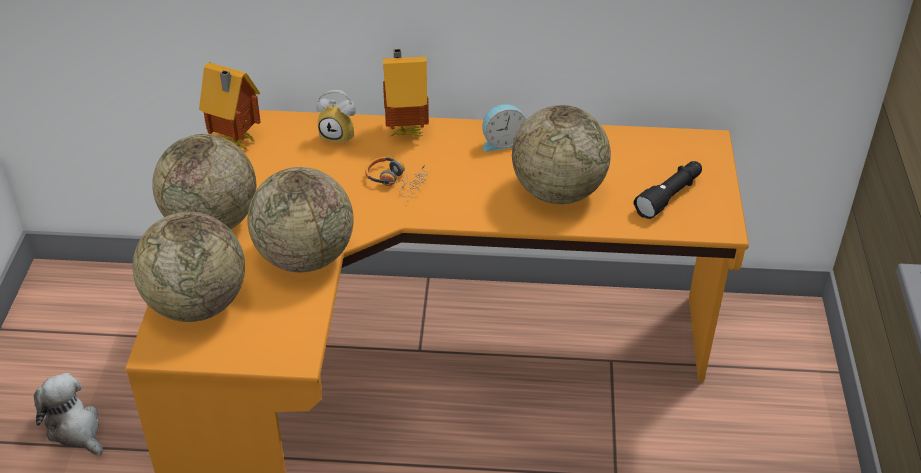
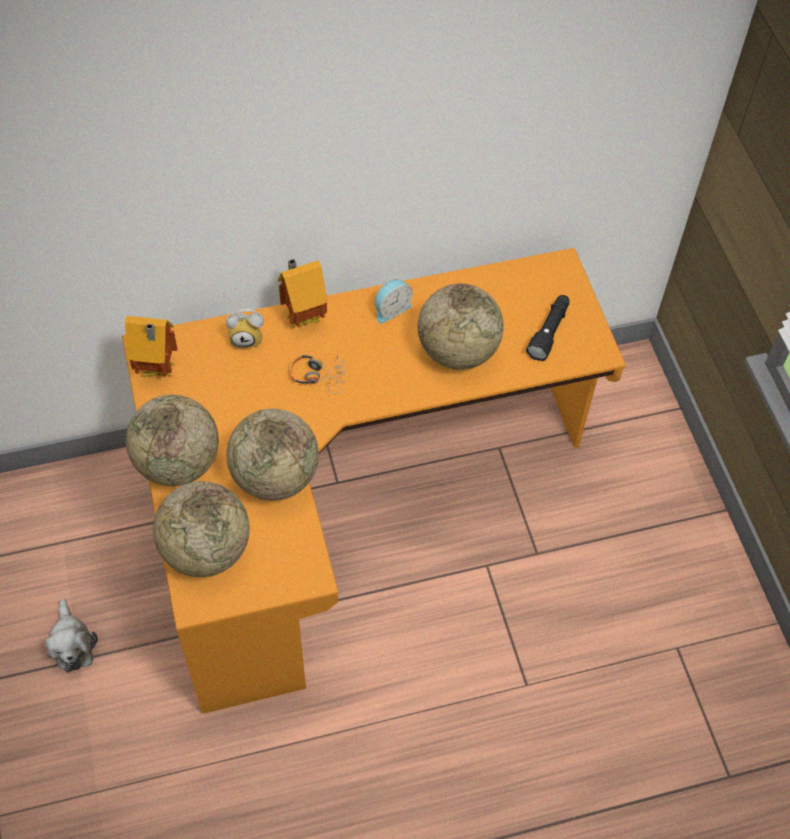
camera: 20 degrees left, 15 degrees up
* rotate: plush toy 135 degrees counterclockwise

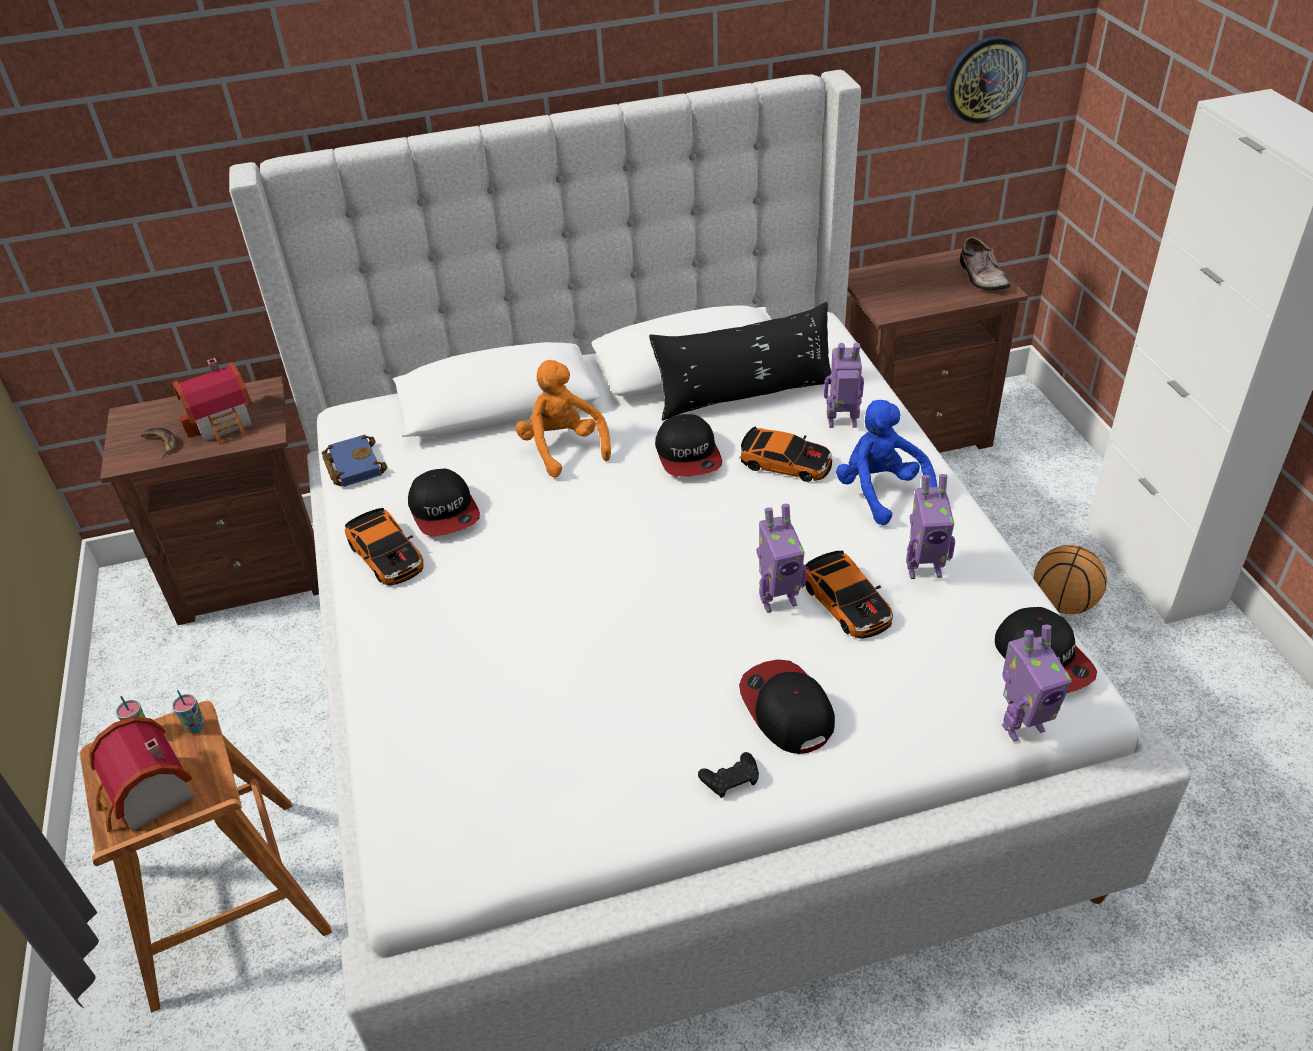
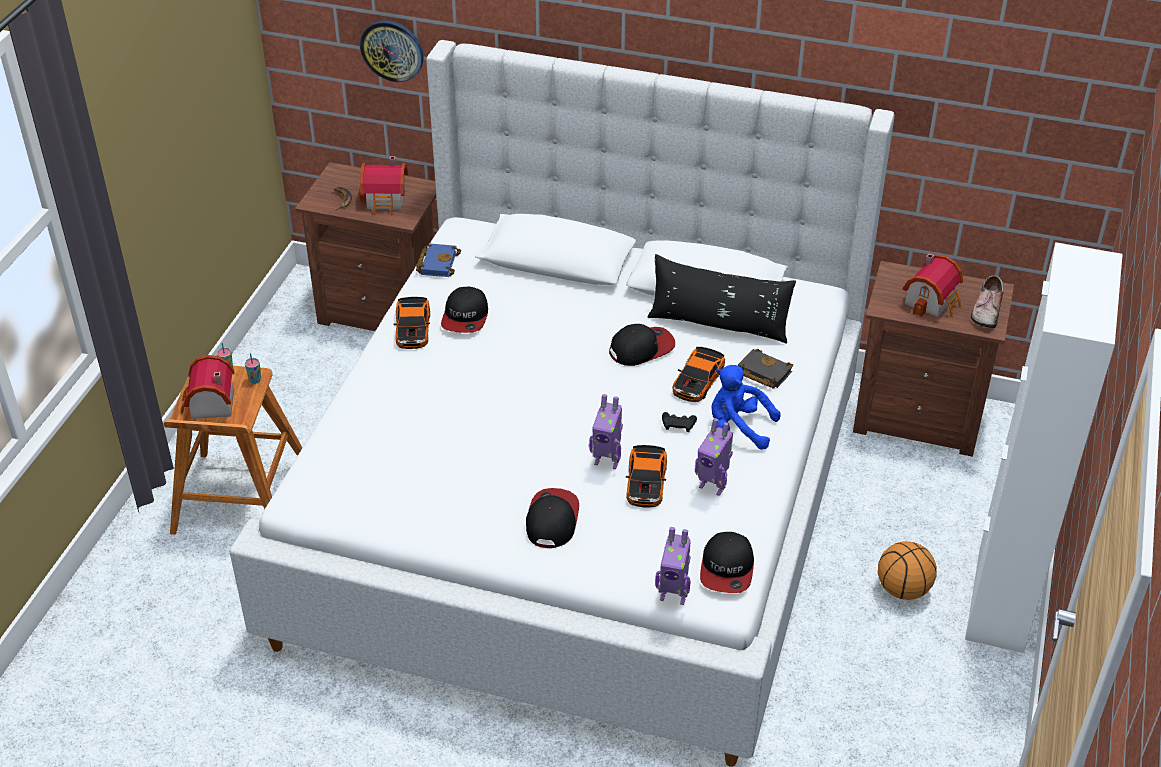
camera: 30 degrees right, 0 degrees up
* delete: plush toy in orange
* rotate: baseball cap (2nd from left in the first image) 135 degrees counterclockwise
* move: joypad in blackish
* rotate: model car (2nd from left in the first image) 60 degrees clockwise
* replace: toy robot (2nd from left) to bound book in blackish
* rotate: plush toy in blue-coloured 75 degrees counterclockwise
* move: wall clock
* insert: model house (3rd from left)

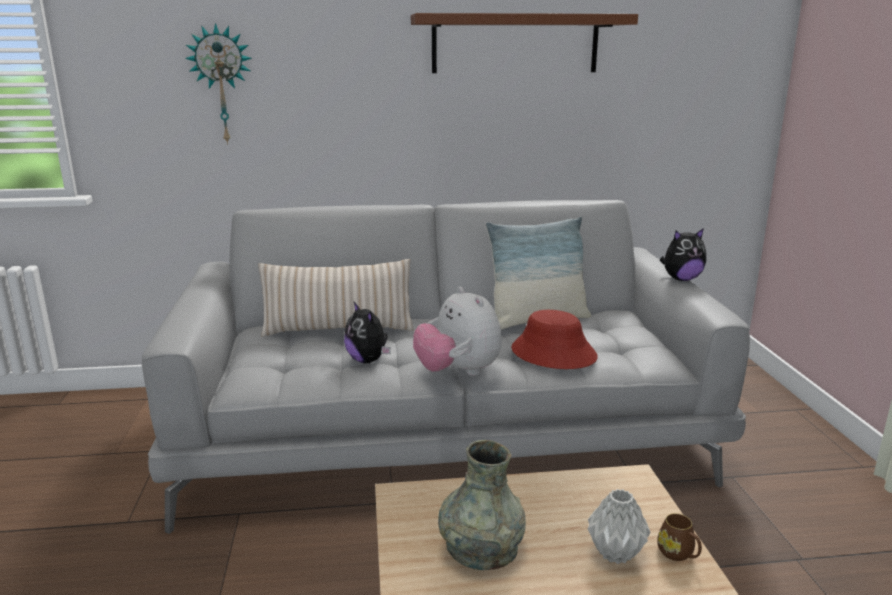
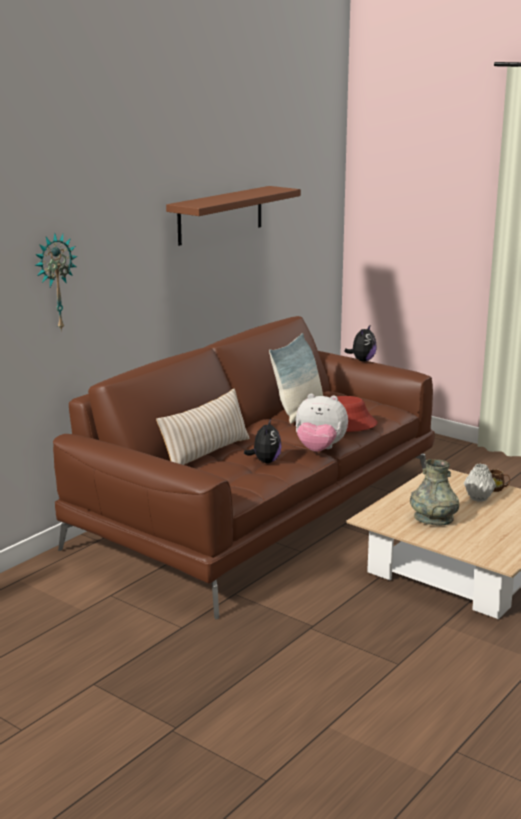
camera: 45 degrees left, 0 degrees up
* recolor: sofa in greyish to sofa in brown-coloured
* rotate: plush toy (1st from left) 90 degrees counterclockwise

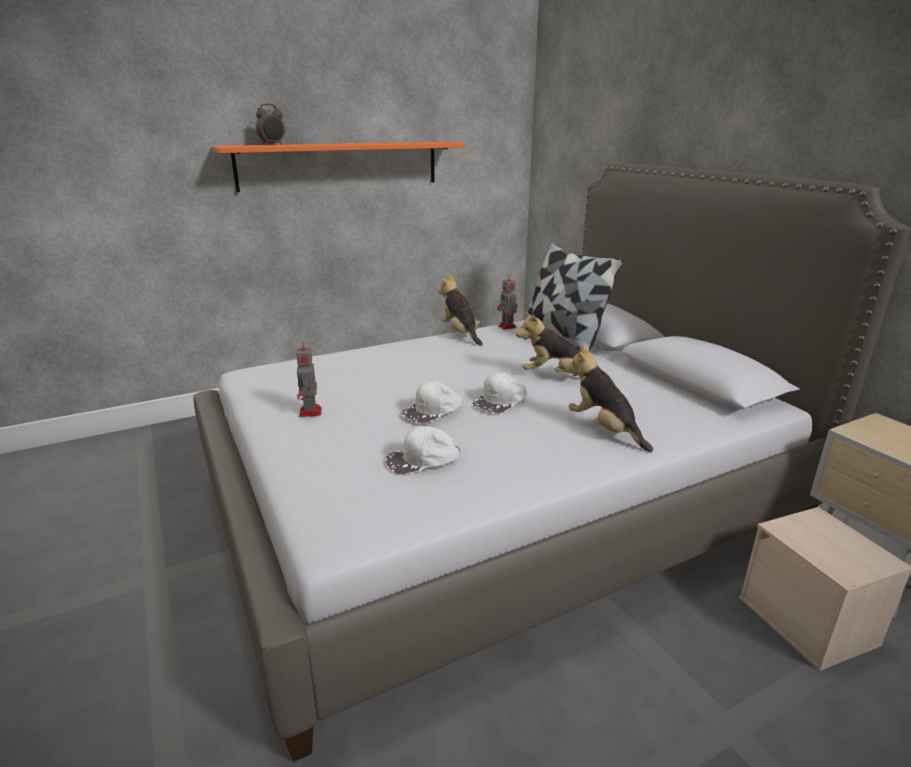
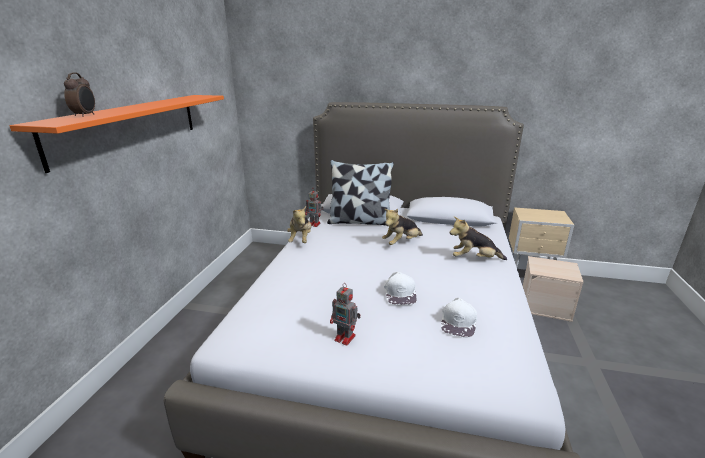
camera: 50 degrees left, 0 degrees up
* rotate: plush toy (1st from left) 105 degrees counterclockwise
* delete: baseball cap in white (3rd from left)

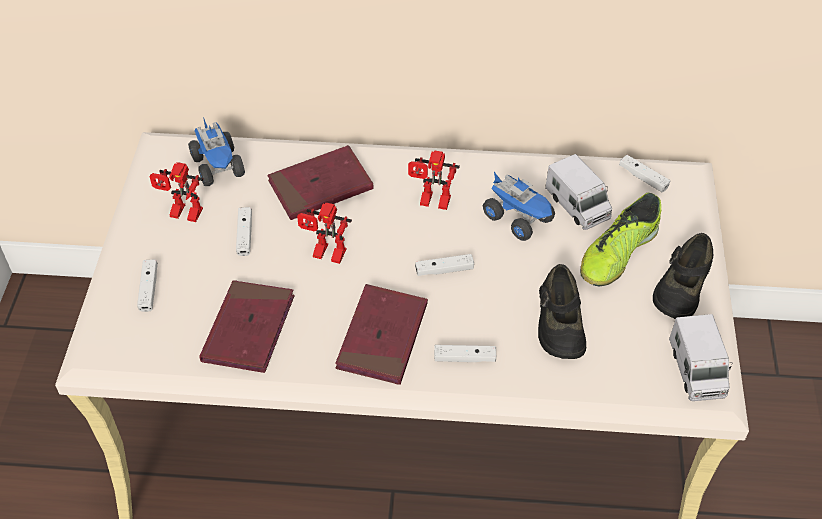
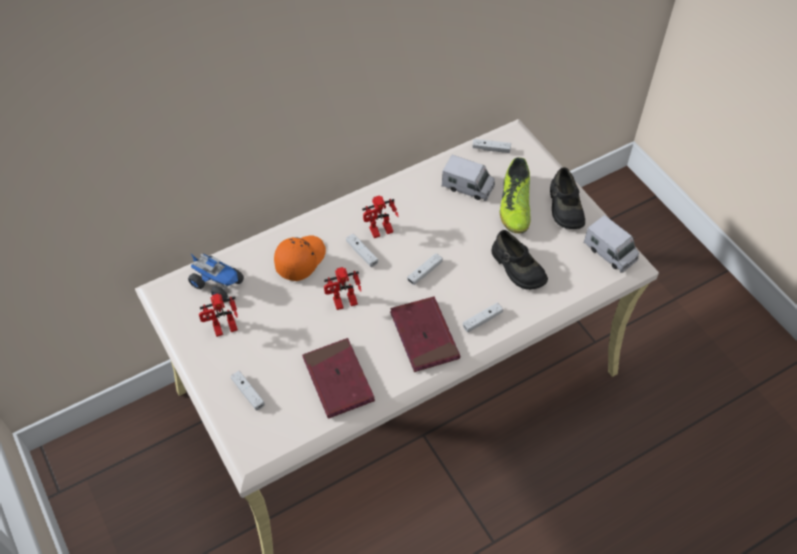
camera: 35 degrees left, 5 degrees up
* move: joypad in white (2nd from left)
* replace: bound book in reddish (2nd from left) to baseball cap in orange
* delete: toy lorry (2nd from left)

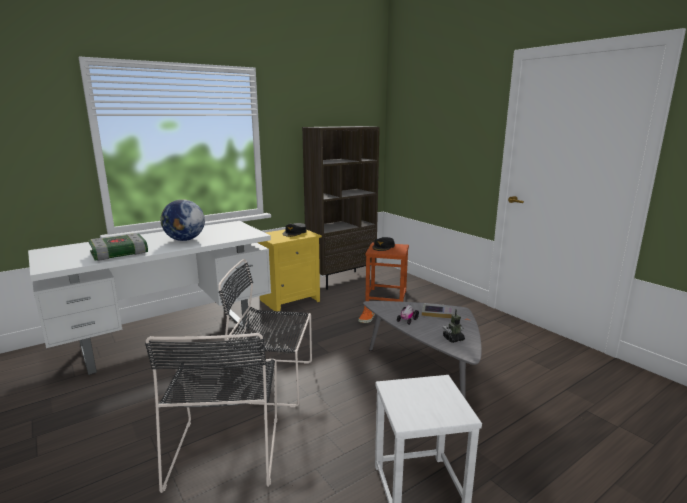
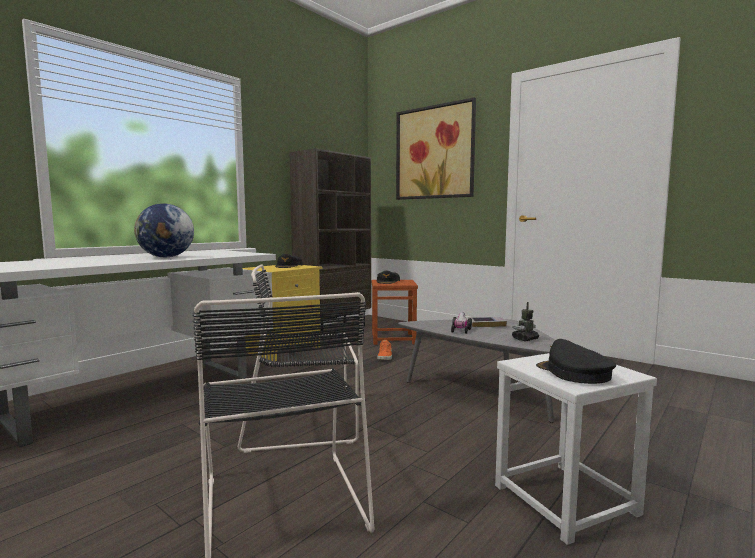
camera: 15 degrees left, 10 degrees down
* delete: bound book (1st from left)
* insert: wall picture
* insert: baseball cap in blackish (3rd from left)

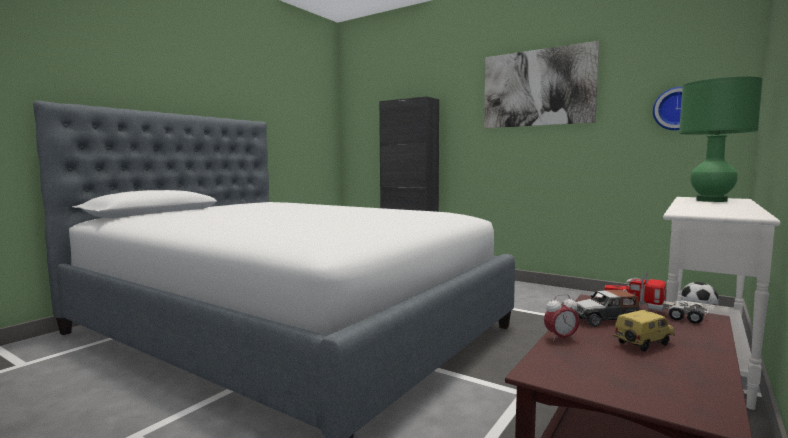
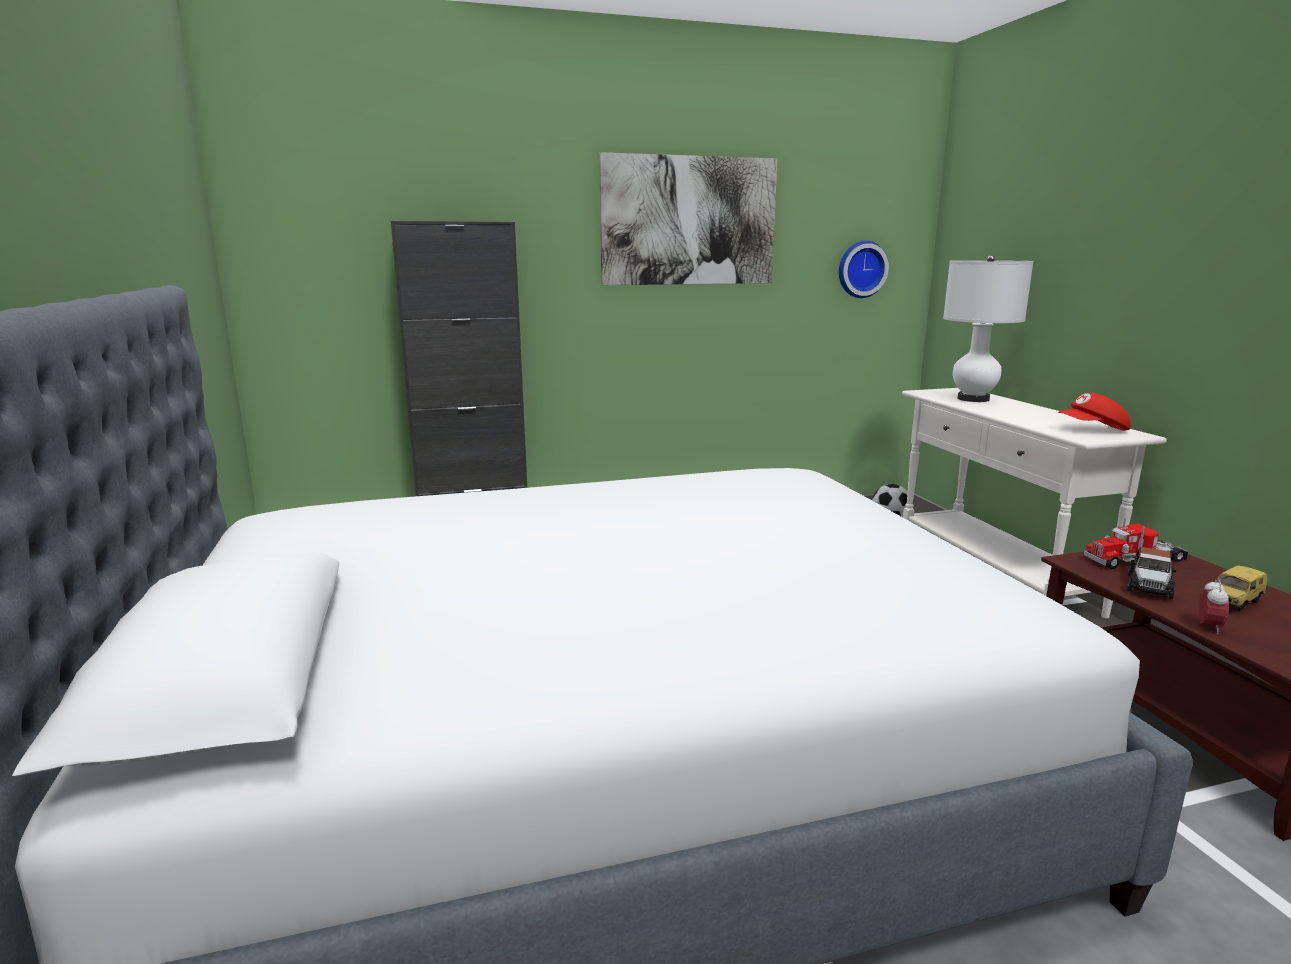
camera: 50 degrees left, 10 degrees up
* rotate: model car (2nd from left) 135 degrees counterclockwise
* recolor: tabletop lamp in green-coloured to tabletop lamp in white
* insert: baseball cap in reddish

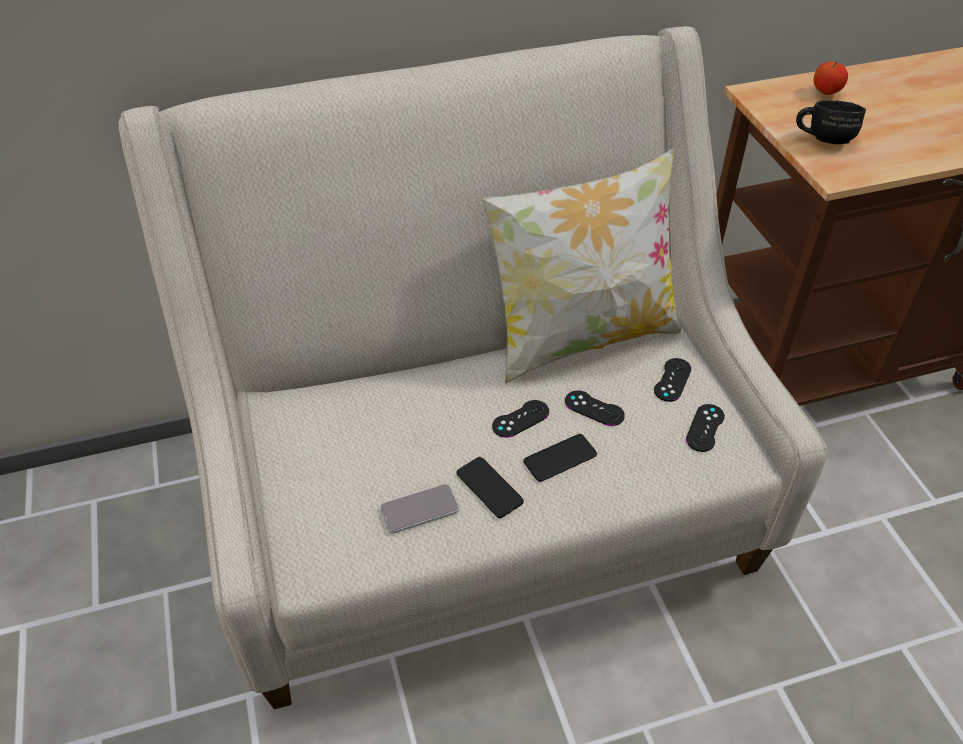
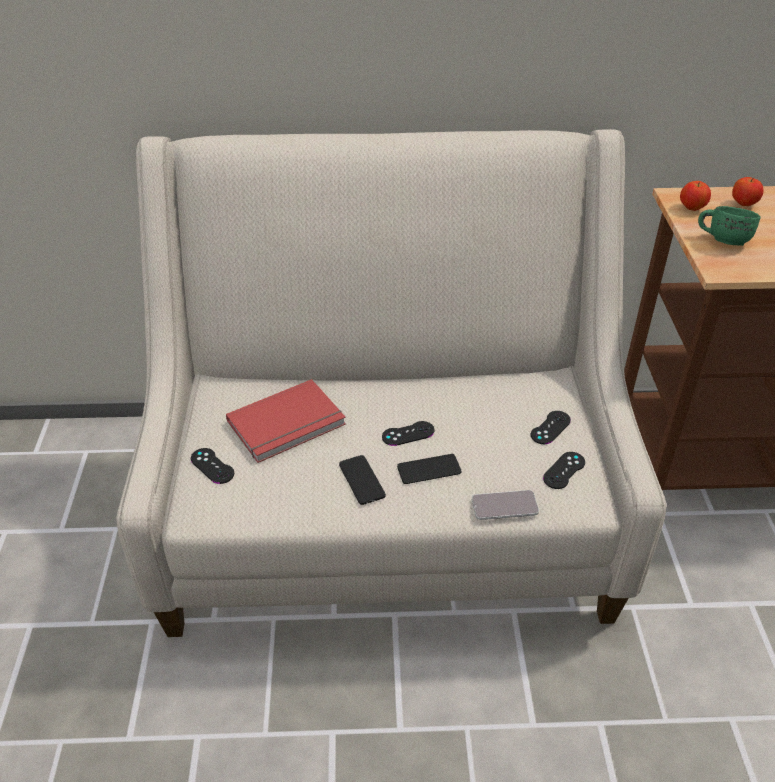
camera: 15 degrees right, 5 degrees down
* move: phone (1st from left in the first image) to phone (3rd from left)
* delete: throw pillow
* move: joypad in blackish (2nd from left in the first image) to joypad in blackish (1st from left)
* recolor: coffee mug in blackish to coffee mug in green-coloured
* insert: bound book in reddish
* insert: apple (1st from left)

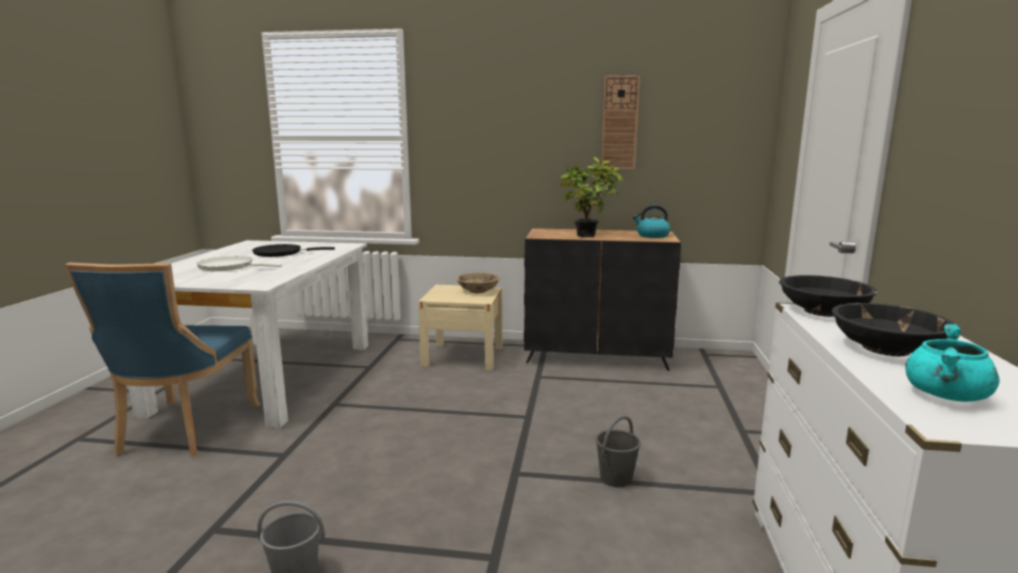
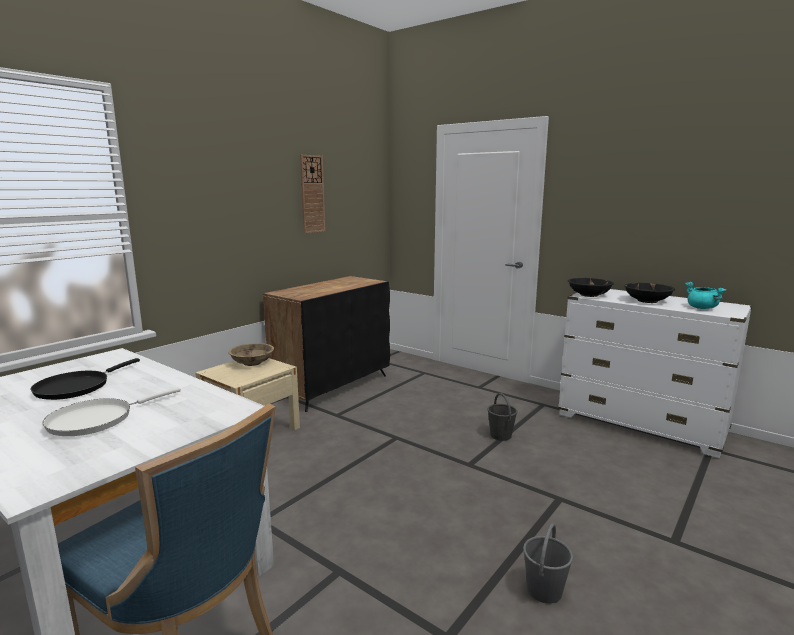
camera: 60 degrees left, 0 degrees up
* delete: potted plant
* delete: water kettle

